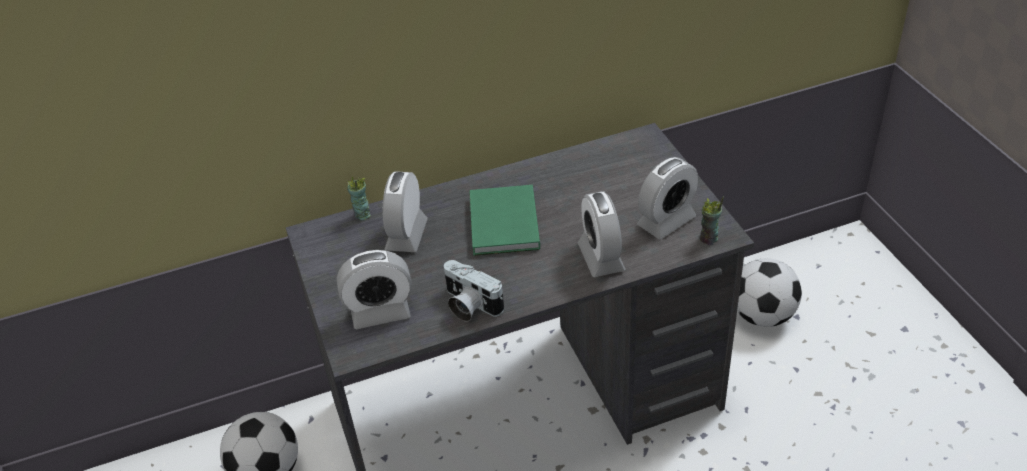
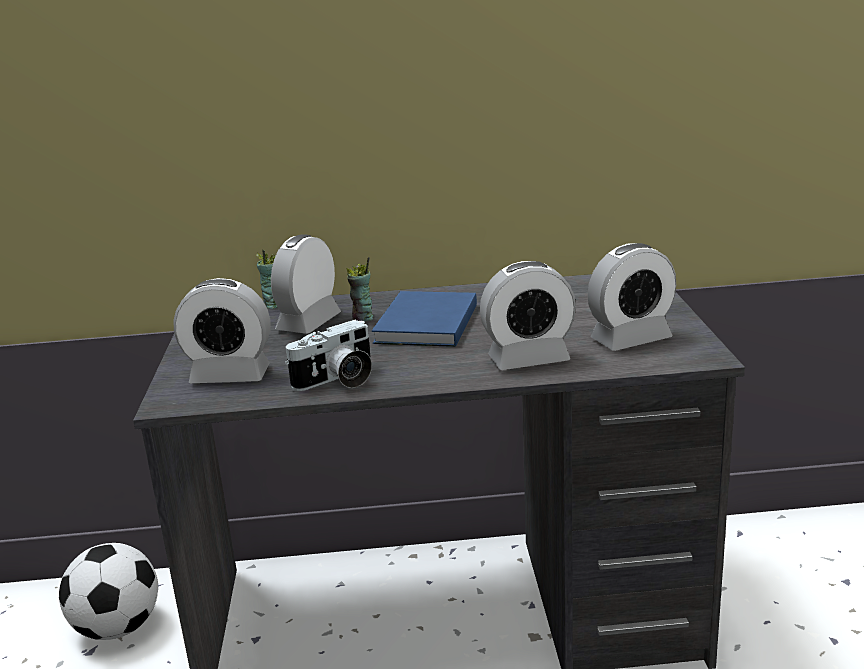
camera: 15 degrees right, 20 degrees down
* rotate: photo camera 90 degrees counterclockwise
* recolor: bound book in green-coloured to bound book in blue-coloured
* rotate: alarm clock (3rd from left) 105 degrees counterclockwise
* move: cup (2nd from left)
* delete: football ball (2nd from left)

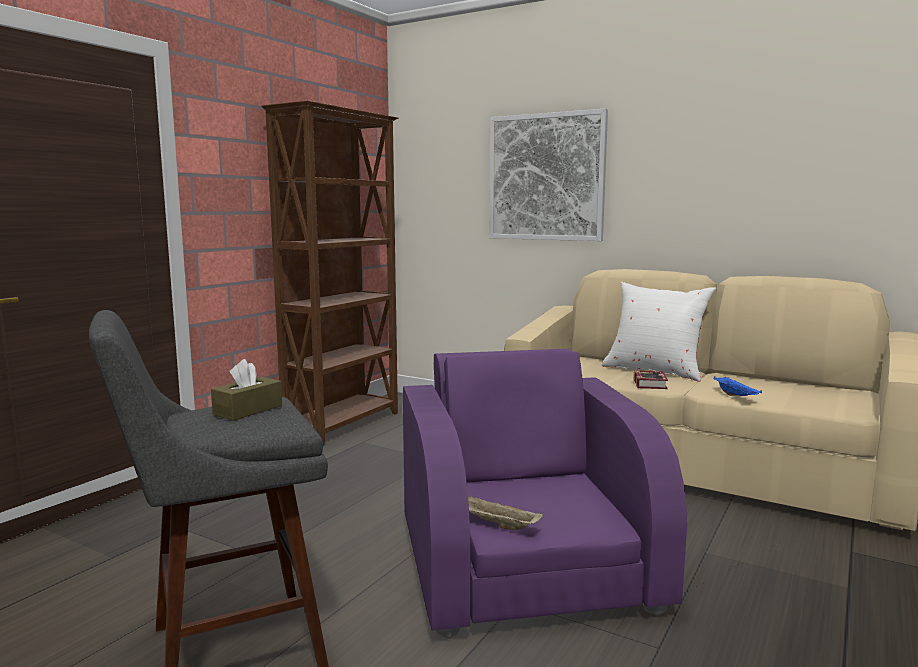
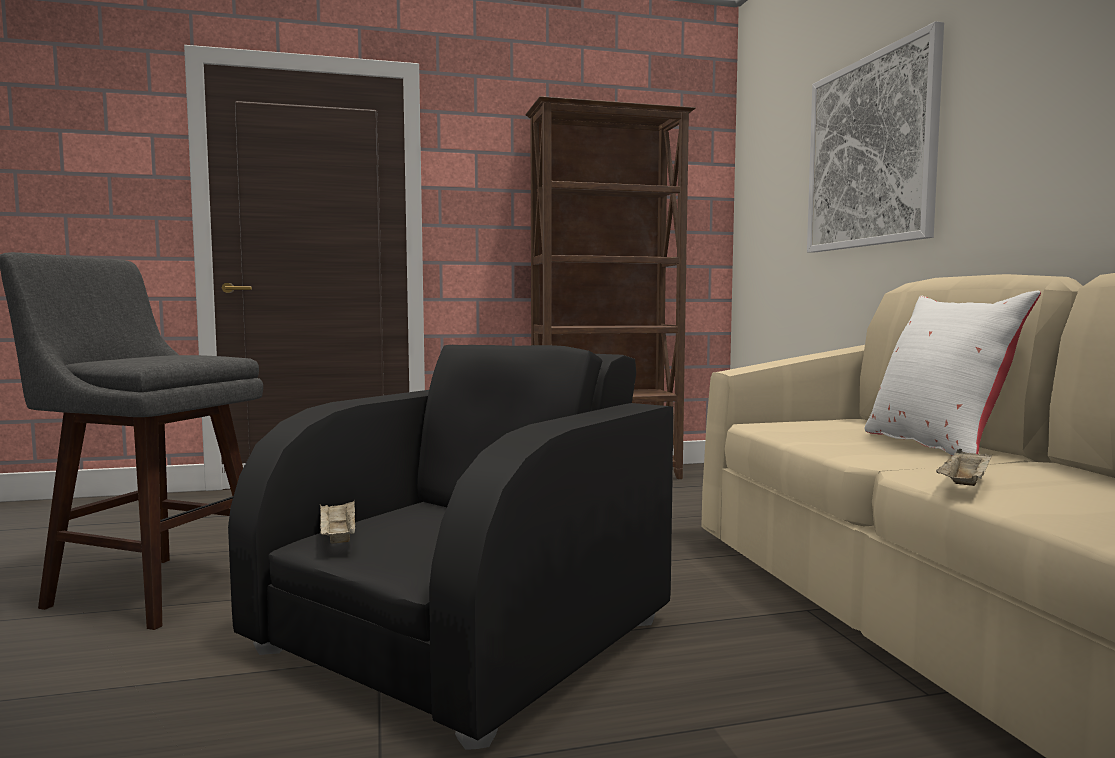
camera: 45 degrees right, 5 degrees down
* delete: tissue box in brown-coloured
* recolor: easy chair in purple-coloured to easy chair in blackish
* delete: bound book
* recolor: carrying tray in blue-coloured to carrying tray in beige (2nd from left)

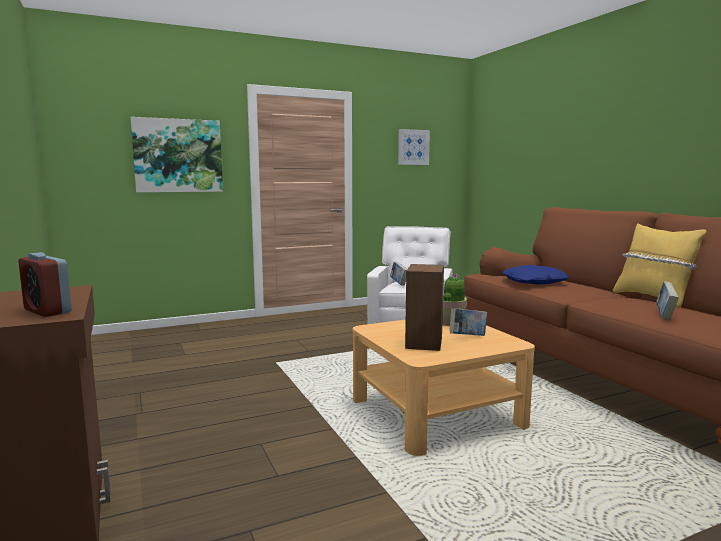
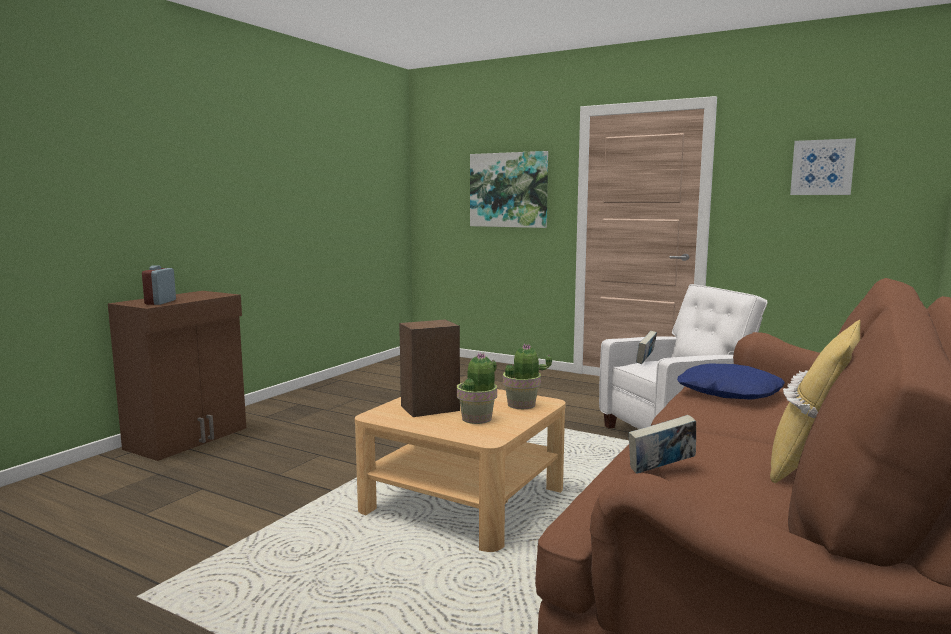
camera: 55 degrees right, 0 degrees up
* replace: bound book (2nd from left) to potted plant (1st from left)

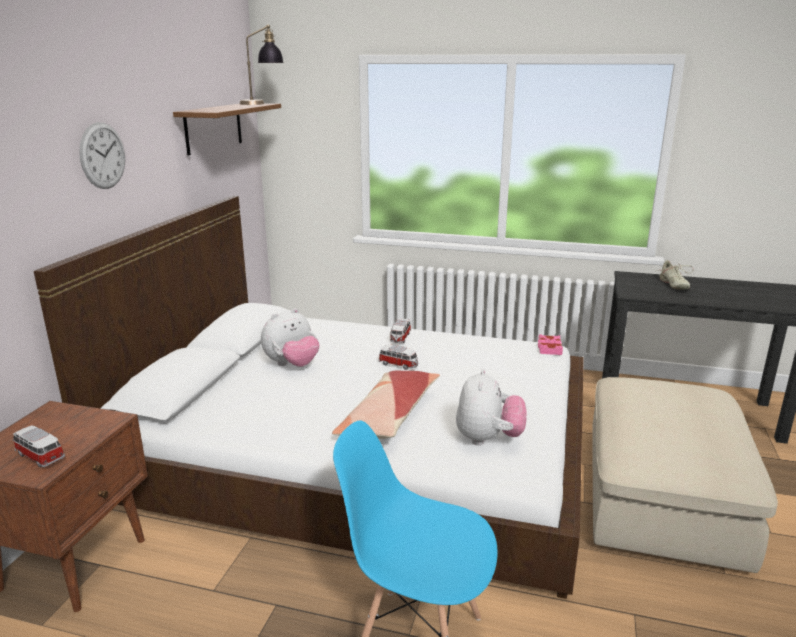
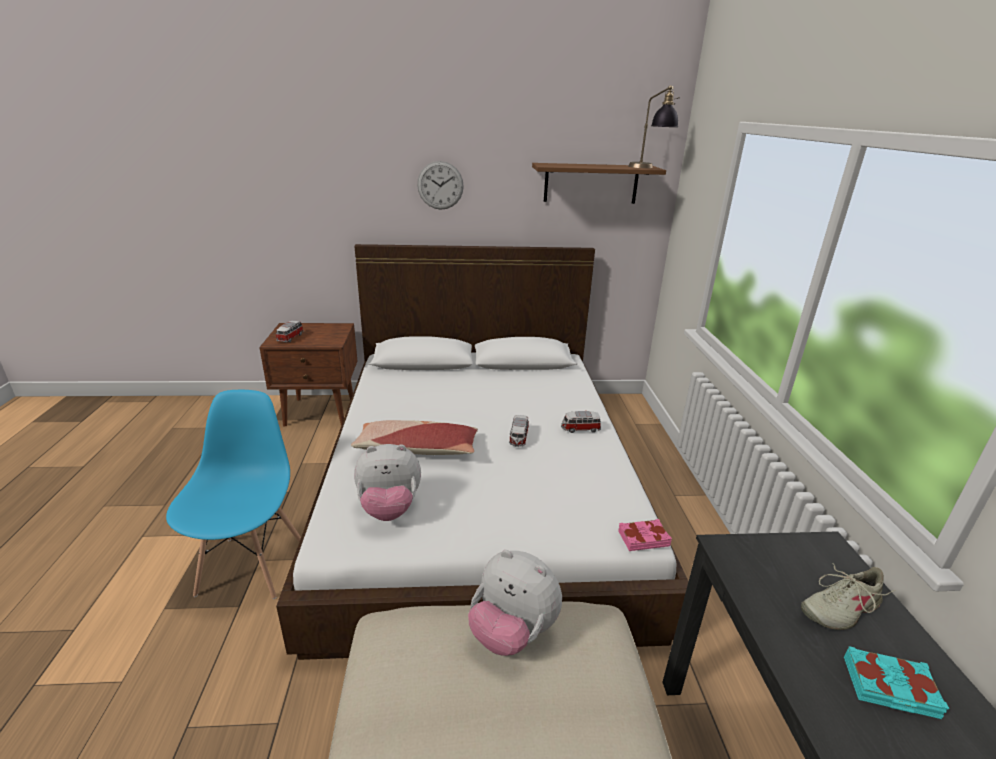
camera: 70 degrees right, 5 degrees up
* move: plush toy (1st from left in the first image) to plush toy (2nd from left)
* insert: bound book in turquoise-coloured

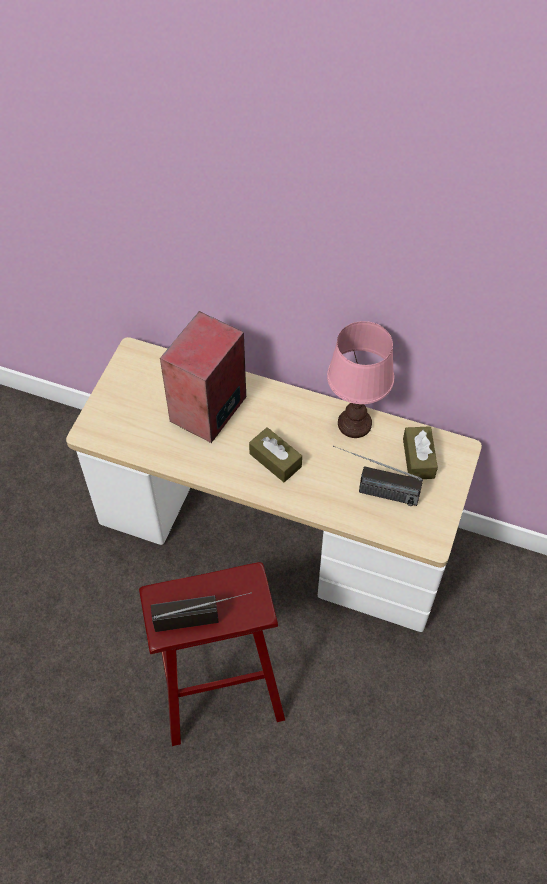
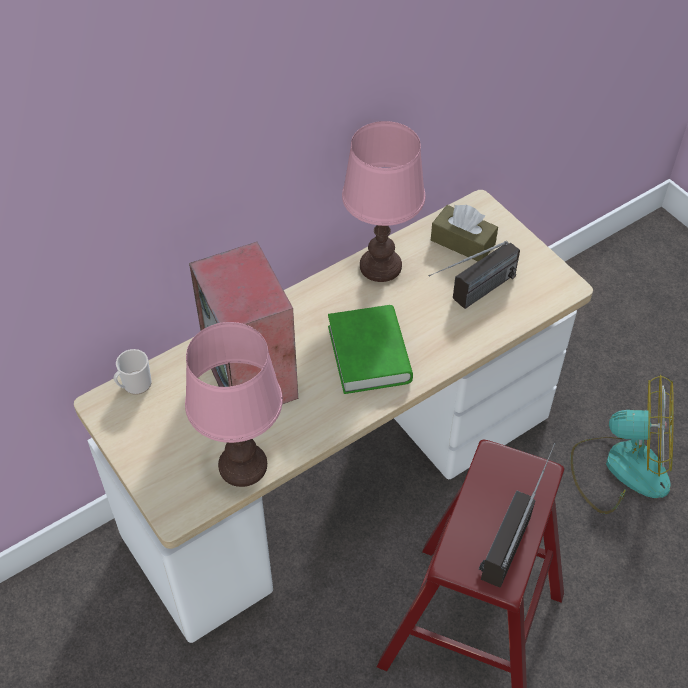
camera: 55 degrees left, 5 degrees down
* replace: tissue box in brown-coloured (1st from left) to bound book in green-coloured
* insert: coffee mug
* insert: tabletop lamp in pinkish (1st from left)
* insert: cooling fan

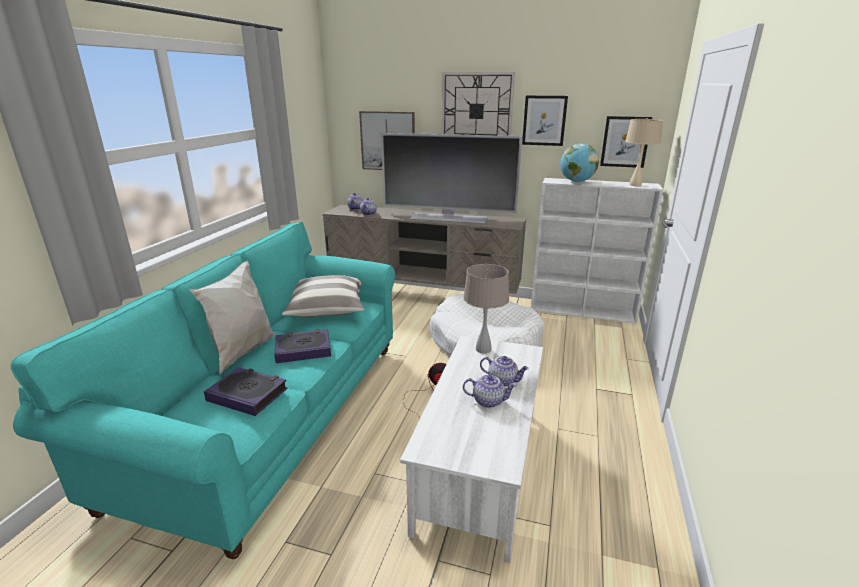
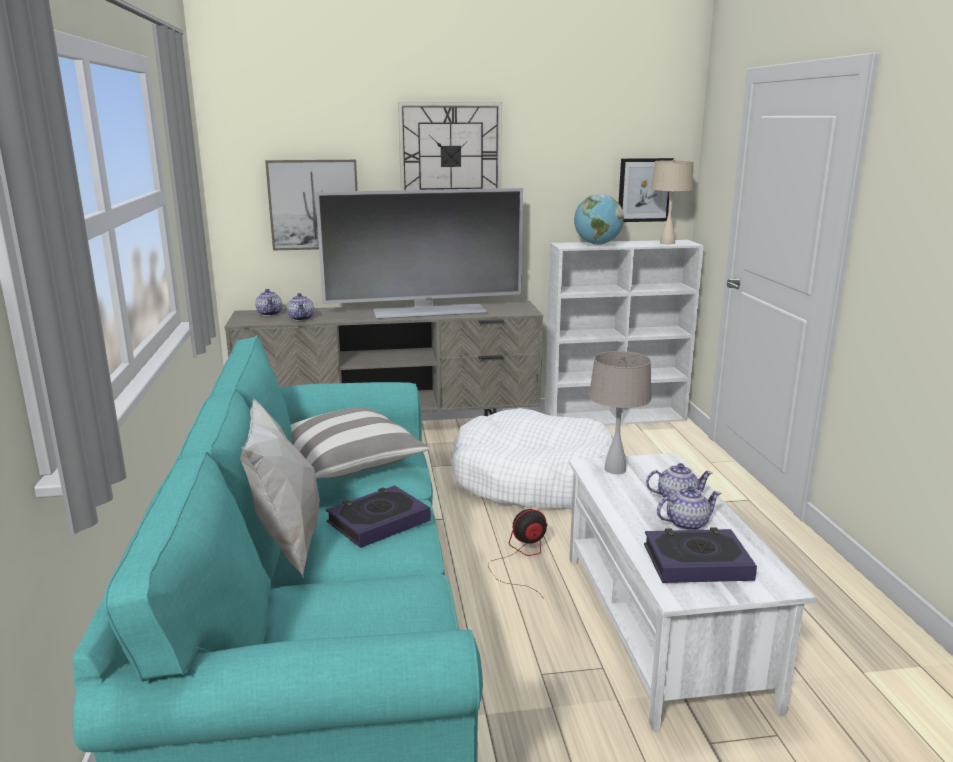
camera: 25 degrees left, 5 degrees down
* move: bound book (1st from left in the first image) to bound book (2nd from left)
* delete: wall picture (2nd from left)

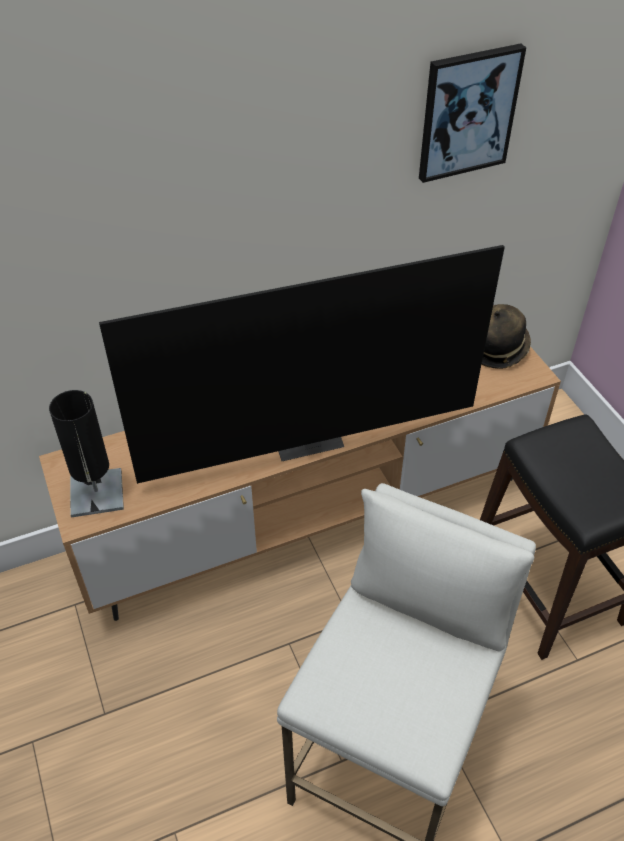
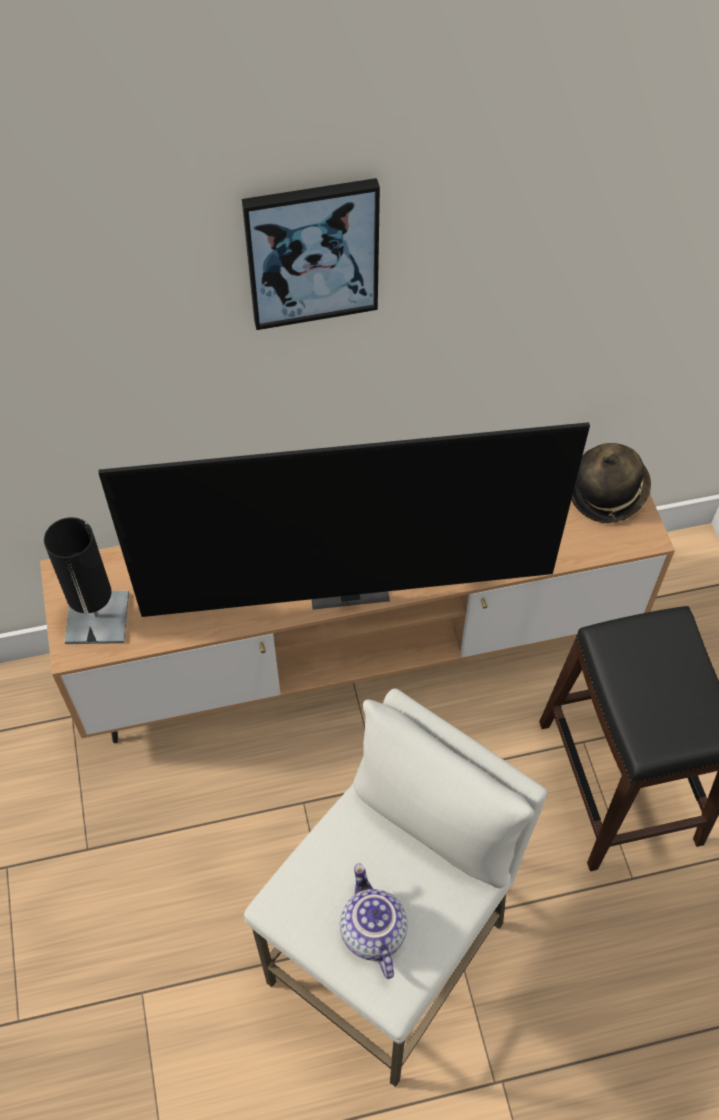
camera: 10 degrees right, 10 degrees up
* move: wall picture
* insert: tea pot

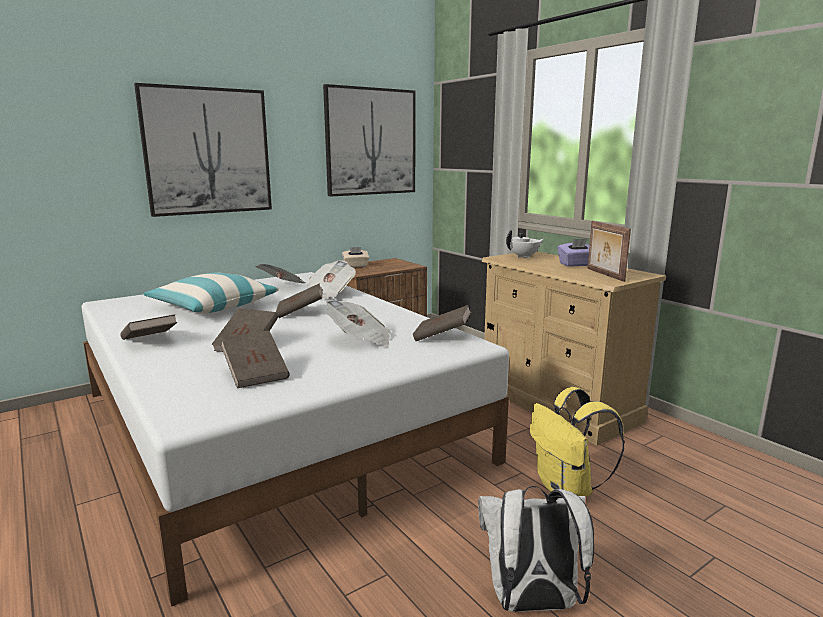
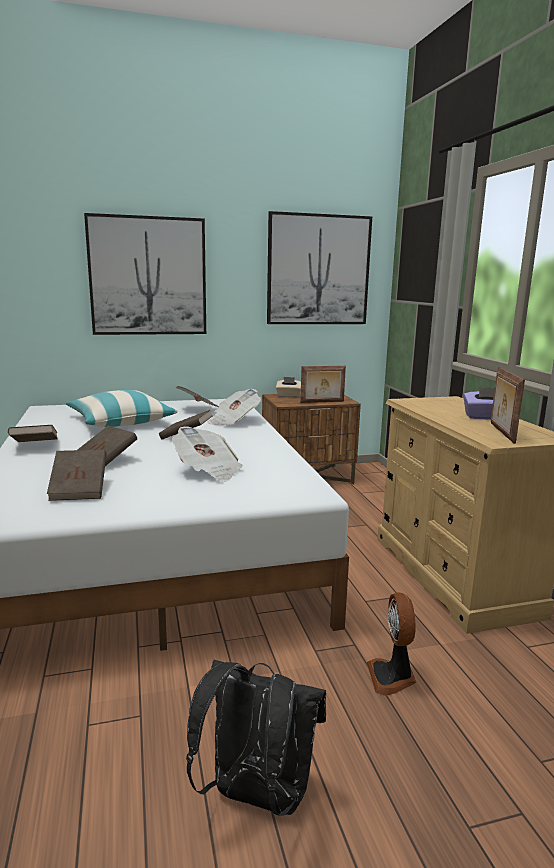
camera: 20 degrees right, 0 degrees up
* delete: bound book in brown-coloured (5th from left)
* recolor: rucksack in white to rucksack in blackish
* delete: tea pot in white
* replace: rucksack in yellow to cooling fan
* insert: picture frame (1st from left)

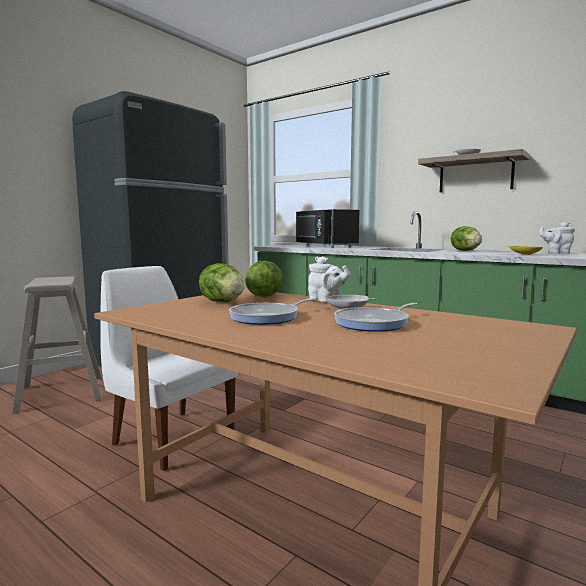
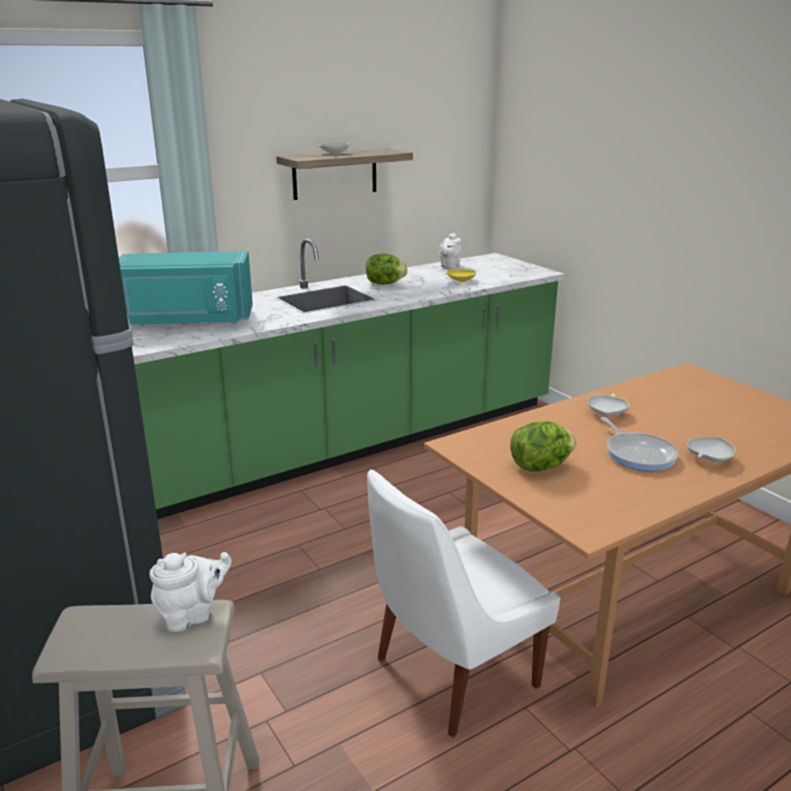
camera: 70 degrees left, 15 degrees up
* delete: lettuce head (2nd from left)
* recolor: microwave oven in blackish to microwave oven in turquoise-coloured
* move: tea pot in white (1st from left)
* delete: skillet (2nd from left)
* insert: bowl in white (3rd from left)

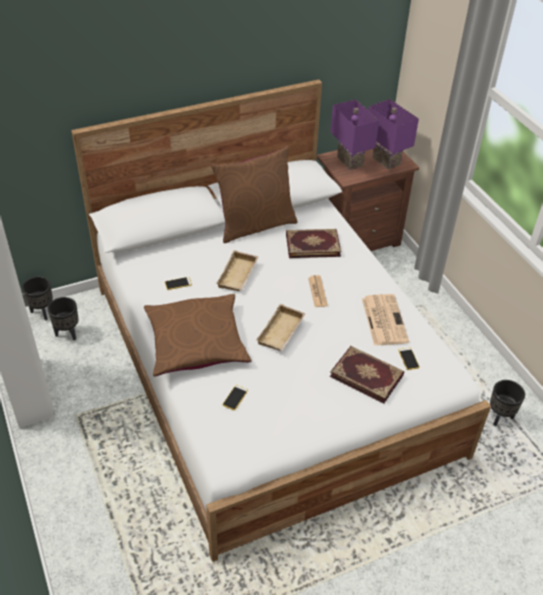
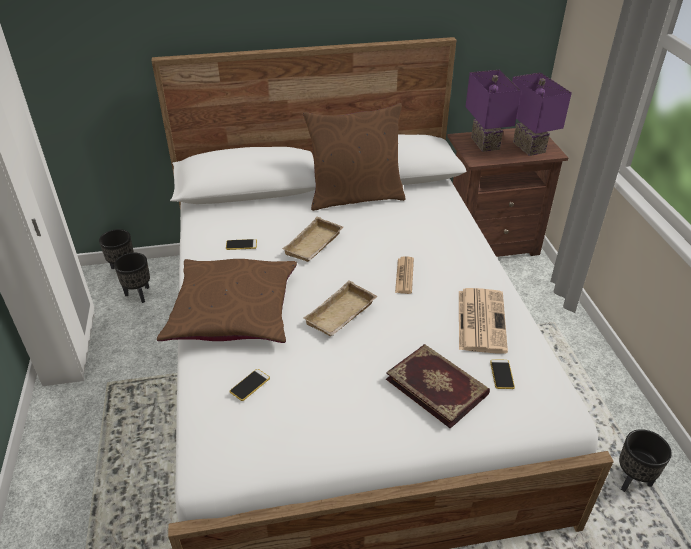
camera: 15 degrees right, 5 degrees down
* delete: bound book (1st from left)

